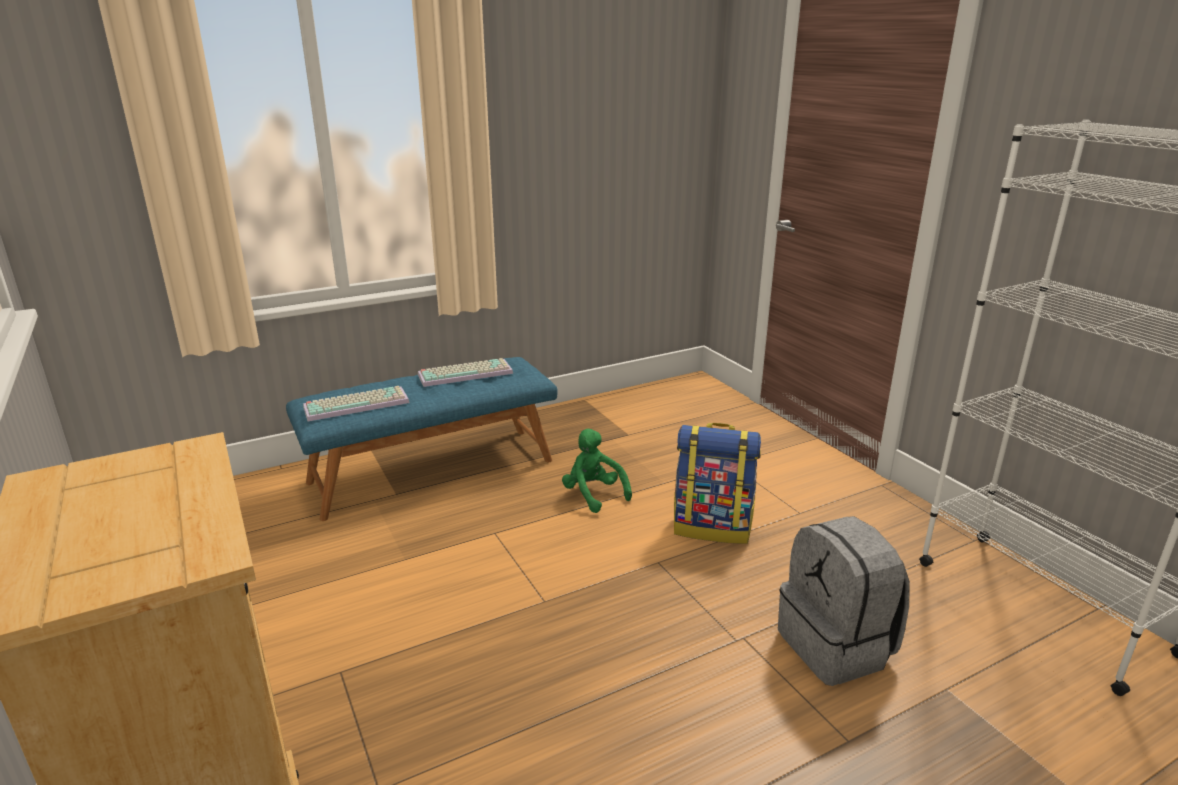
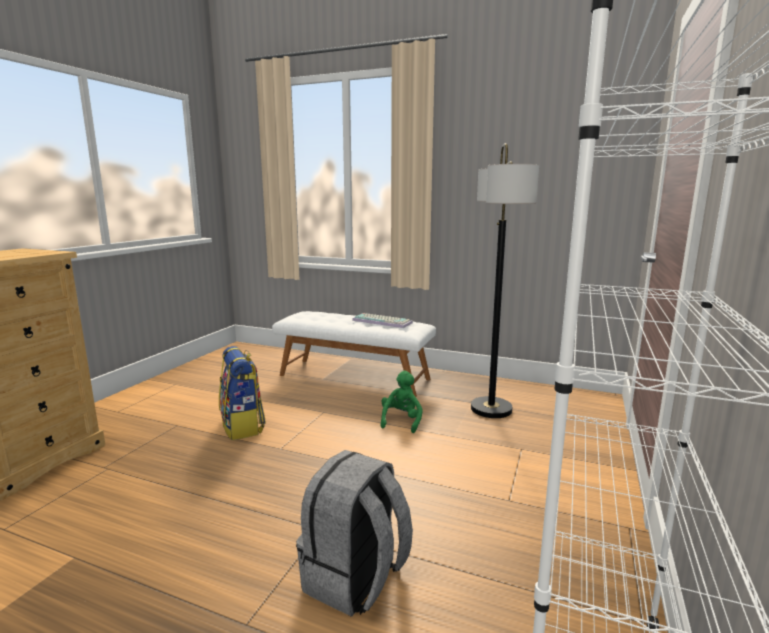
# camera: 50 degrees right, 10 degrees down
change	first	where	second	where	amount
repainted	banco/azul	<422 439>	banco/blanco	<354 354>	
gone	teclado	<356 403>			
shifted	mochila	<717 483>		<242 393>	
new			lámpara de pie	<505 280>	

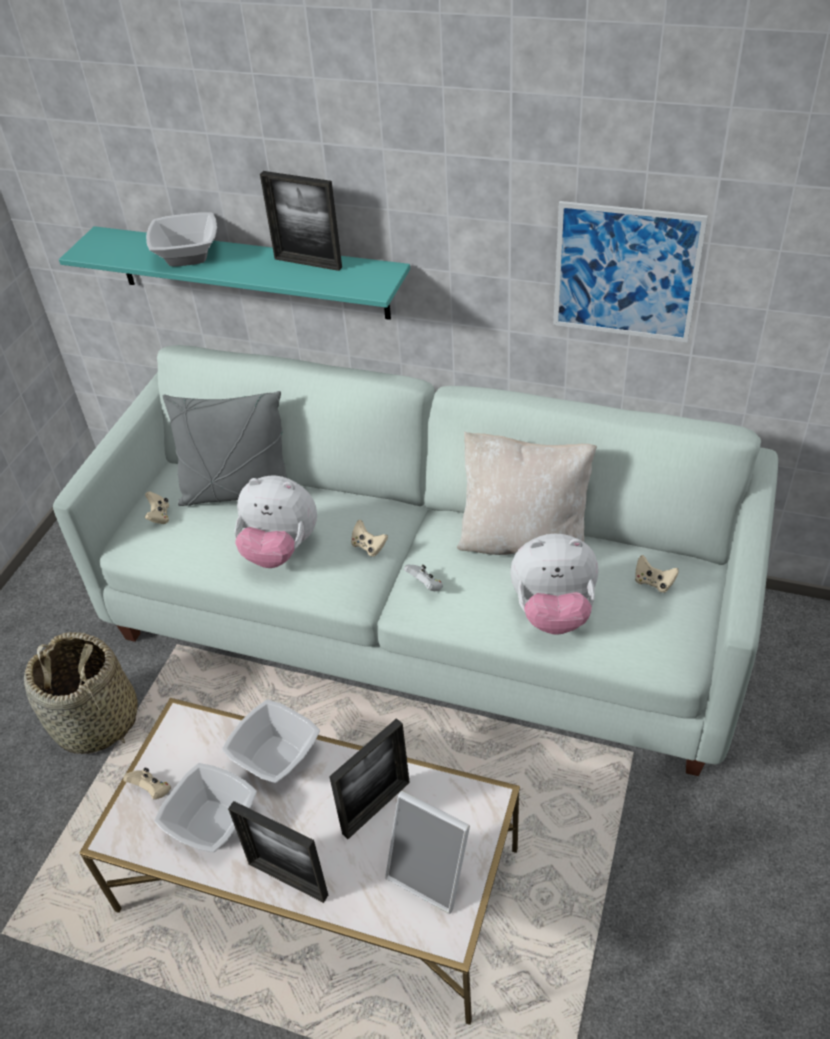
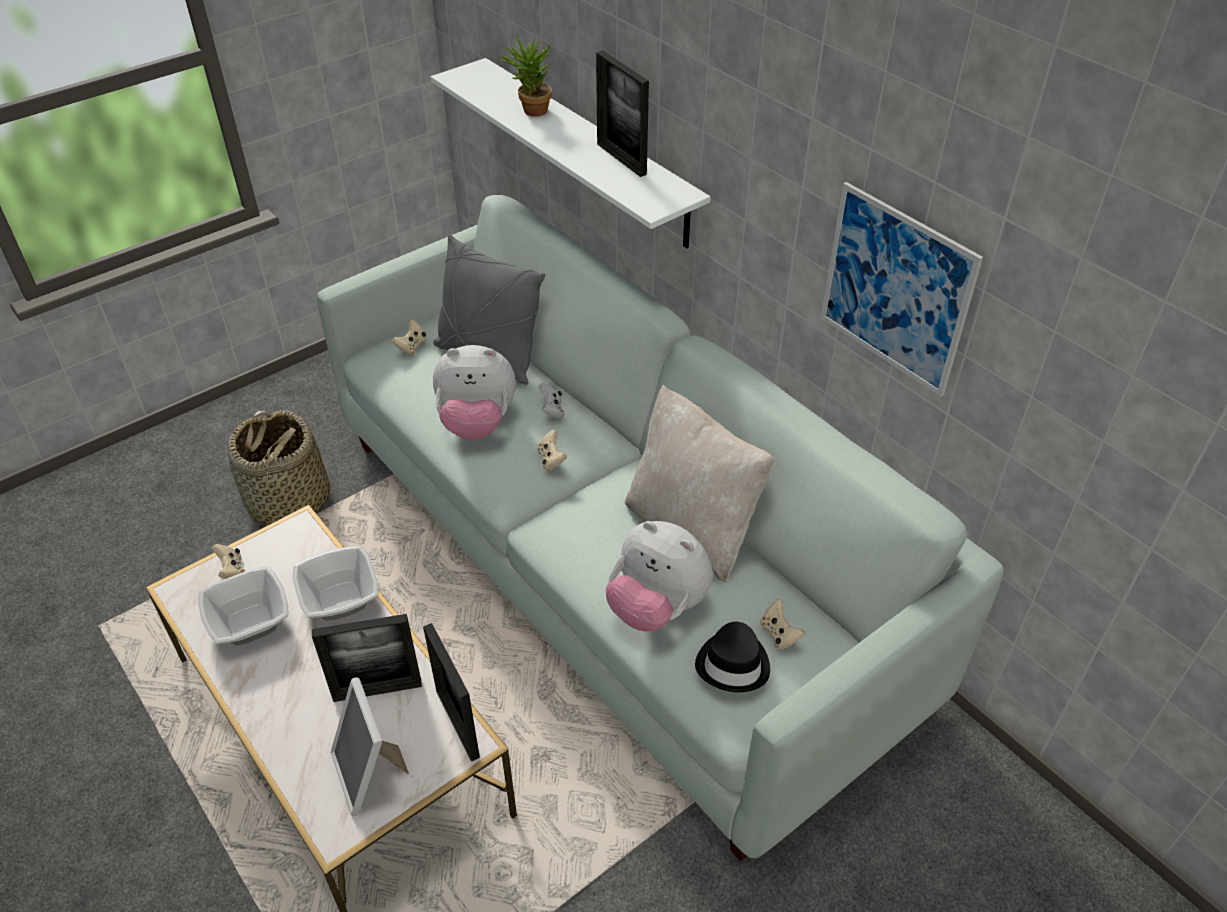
# camera: 30 degrees right, 0 degrees up
change	first	where	second	where	amount
swapped	cuenco	<181 239>	planta en maceta	<525 76>	
repainted	estante/turquesa	<234 273>	estante/blanco	<571 153>	
rotated	peluche	<275 522>		<474 392>	45 degrees counterclockwise
shifted	mando de consola/blanco	<423 578>		<551 401>	
shifted	portarretratos	<278 852>		<451 692>	
new			sombrero/negro	<732 657>	

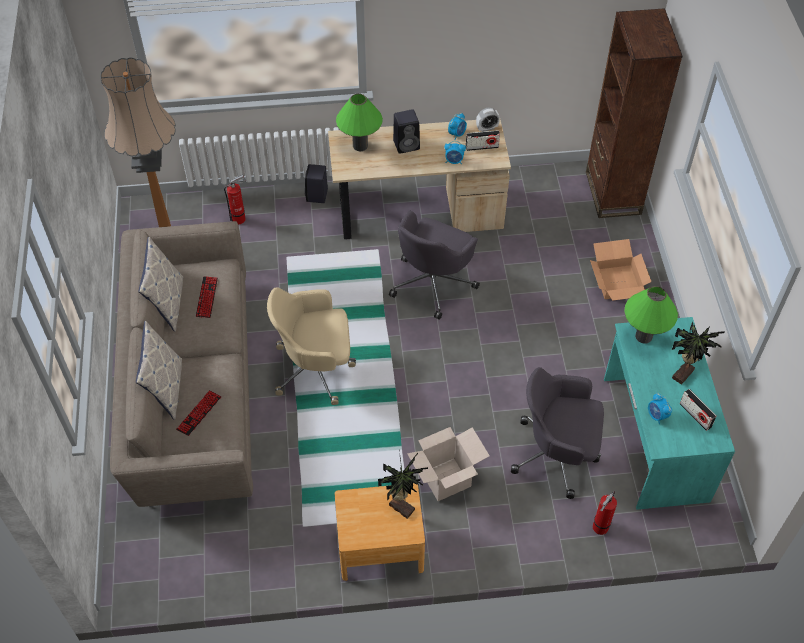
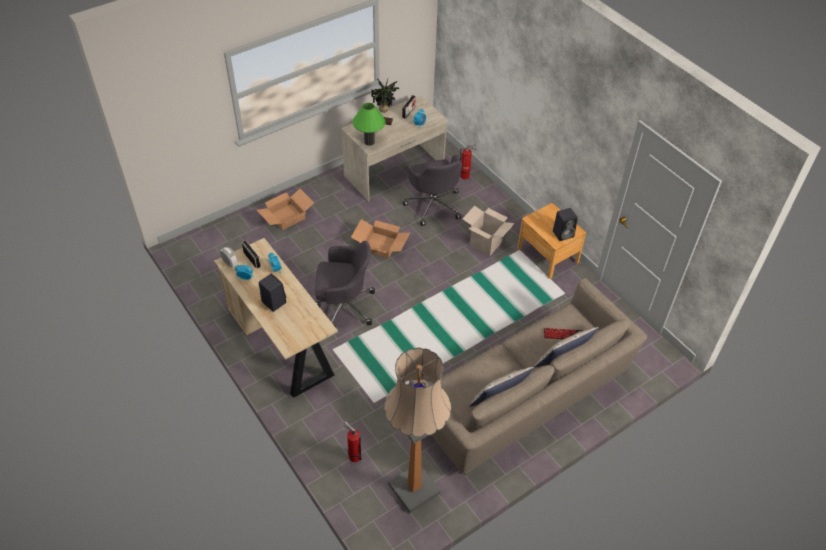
# camera: 120 degrees left, 5 degrees down
change	first	where	second	where	amount
gone	estantería/marrón	<634 113>			
gone	lámpara de mesa/verde	<359 122>			
shifted	altavoz/negro	<316 183>		<565 224>	
gone	teclado	<207 297>			
gone	silla de oficina/beis	<311 346>			
repainted	escritorio/turquesa	<669 413>	escritorio/beis	<394 148>	
gone	planta en maceta	<403 484>			
new			caja de cartón	<380 238>	

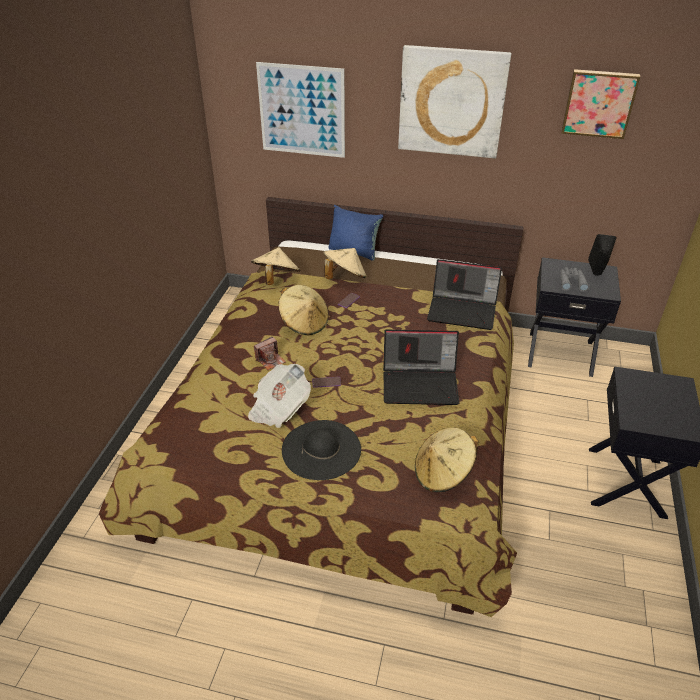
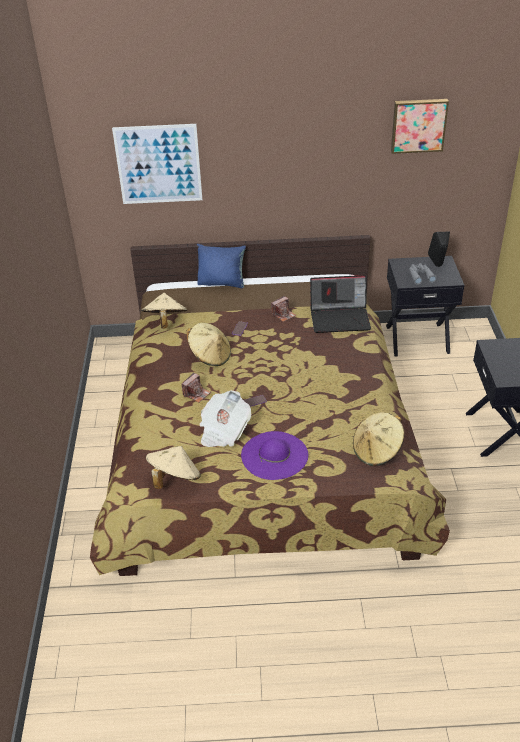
# camera: 15 degrees left, 0 degrees up
change	first	where	second	where	amount
gone	cuadro	<454 102>			
shifted	sombrero/beis	<345 263>		<173 467>	
gone	portátil	<421 367>			
repainted	sombrero/negro	<321 450>	sombrero/morado	<274 455>	
new			cámara	<283 309>	

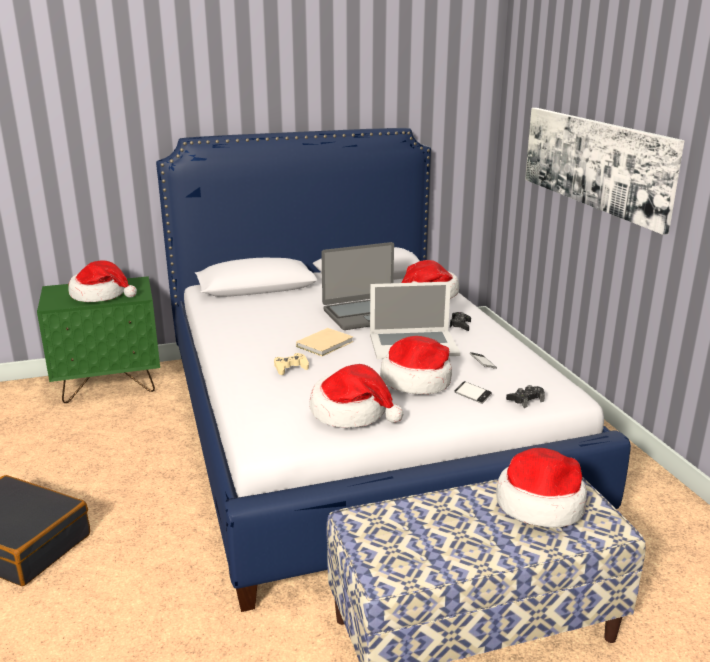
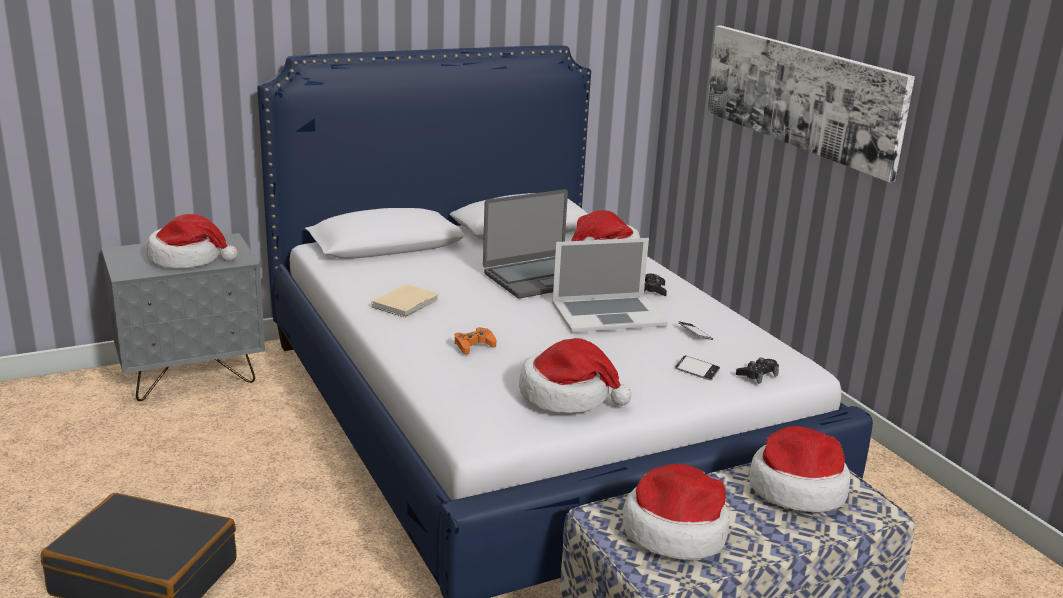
# camera: 10 degrees left, 0 degrees up
change	first	where	second	where	amount
repainted	mesita de noche/verde	<98 339>	mesita de noche/gris	<183 317>	
shifted	libro/beis	<324 342>		<405 301>	
shifted	sombrero	<416 365>		<676 512>	
repainted	mando de consola/beis	<291 364>	mando de consola/naranja	<475 341>	

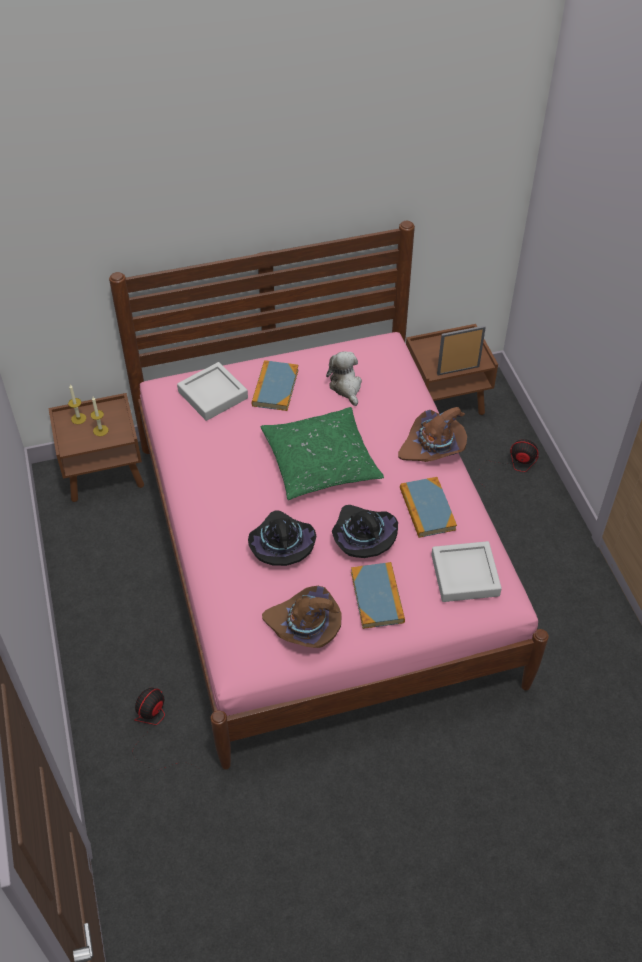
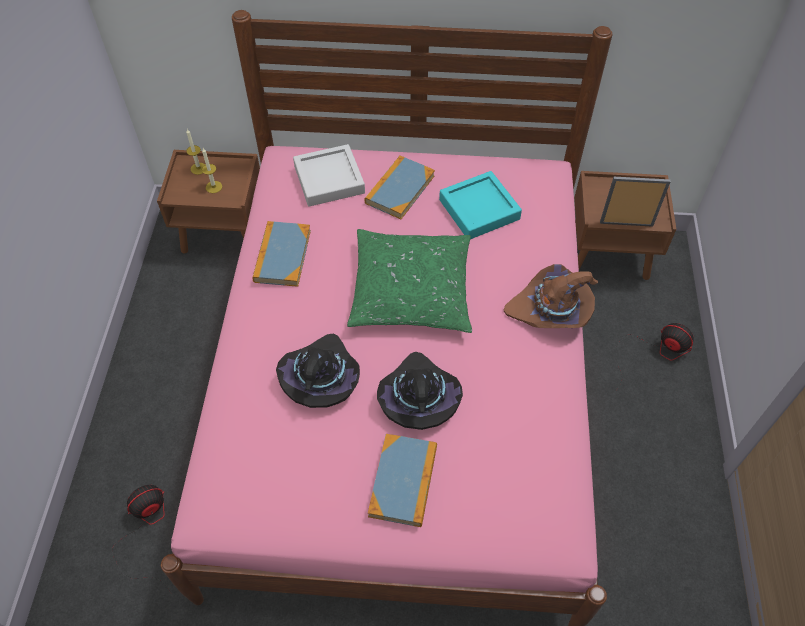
# camera: 20 degrees right, 5 degrees up
change	first	where	second	where	amount
swapped	peluche	<344 378>	bandeja/turquesa	<480 205>	
shifted	libro	<428 507>		<281 254>	
gone	bandeja/gris	<466 571>			
gone	sombrero/marrón	<302 617>			

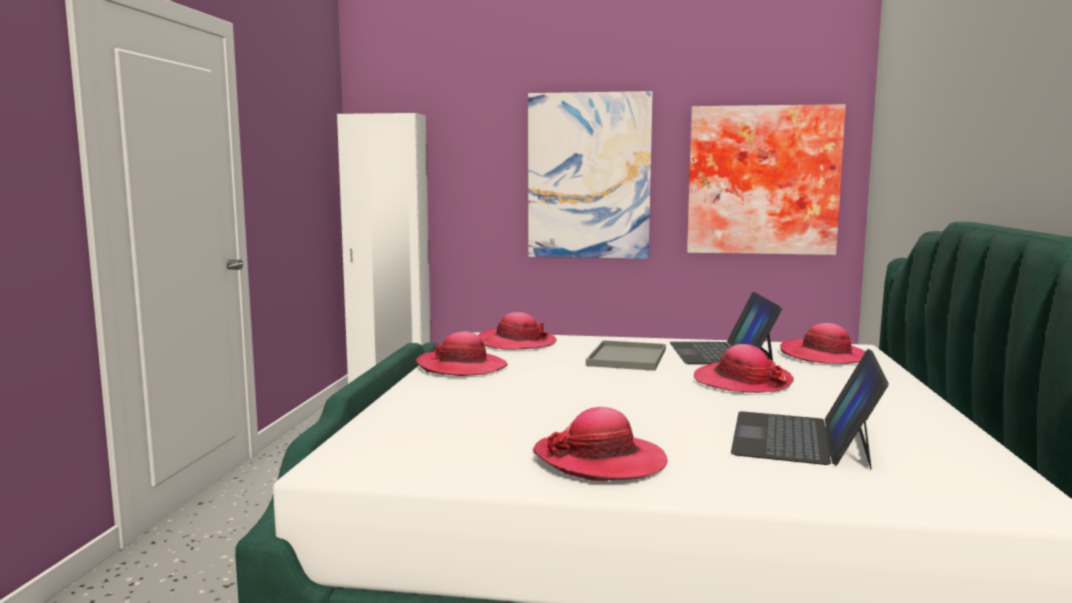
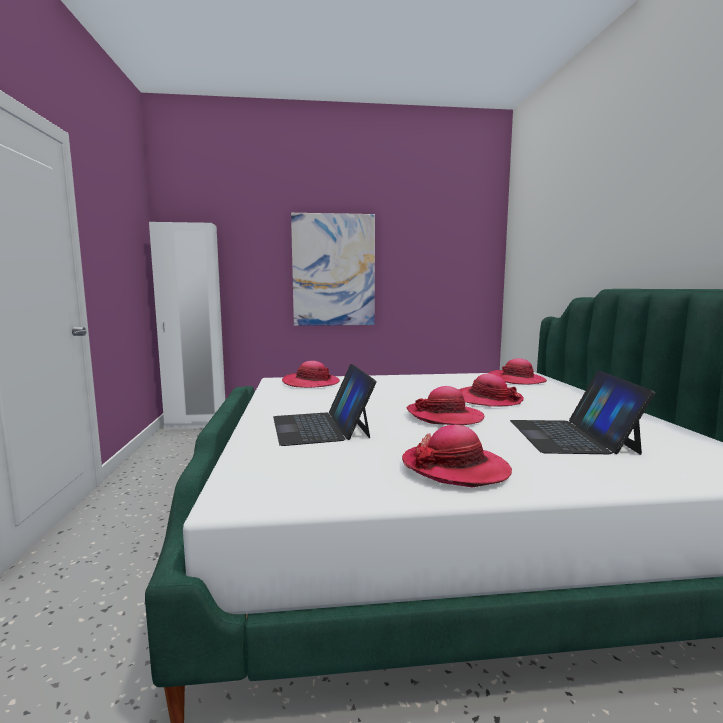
# camera: 15 degrees left, 0 degrees up
change	first	where	second	where	amount
gone	cuadro	<766 179>			
shifted	portátil	<725 328>		<325 405>	
shifted	sombrero	<462 353>		<445 405>	
gone	bandeja/gris	<626 355>			

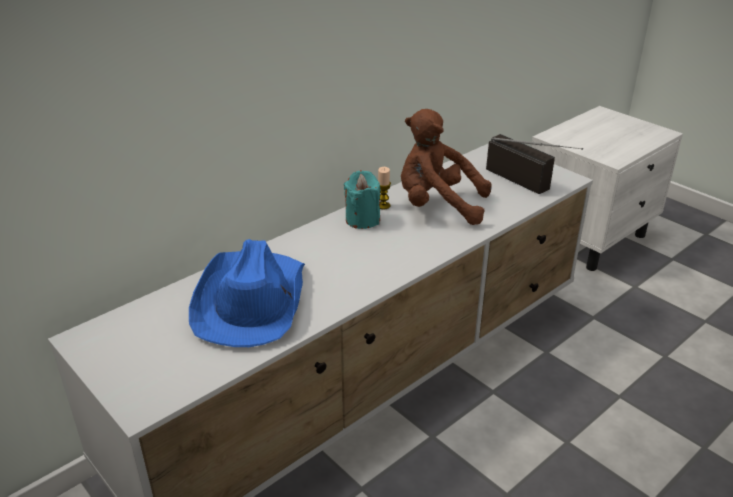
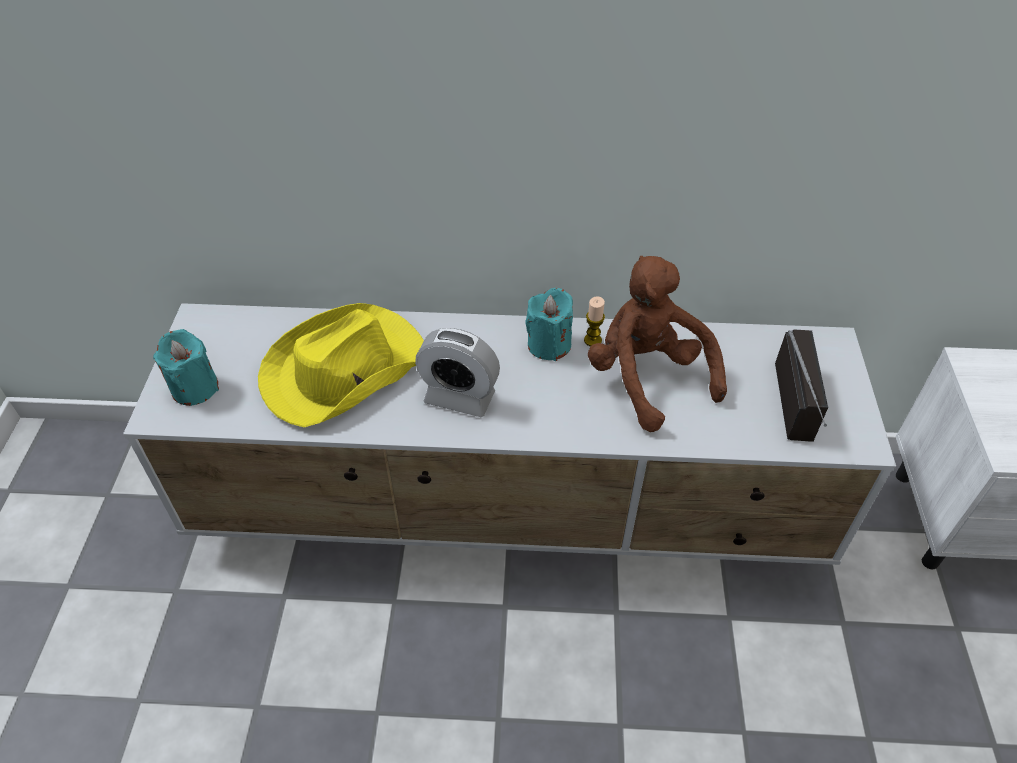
# camera: 45 degrees right, 15 degrees up
change	first	where	second	where	amount
repainted	sombrero/azul	<247 293>	sombrero/amarillo	<341 365>	
new			despertador	<457 372>	
new			vela/turquesa	<186 367>	

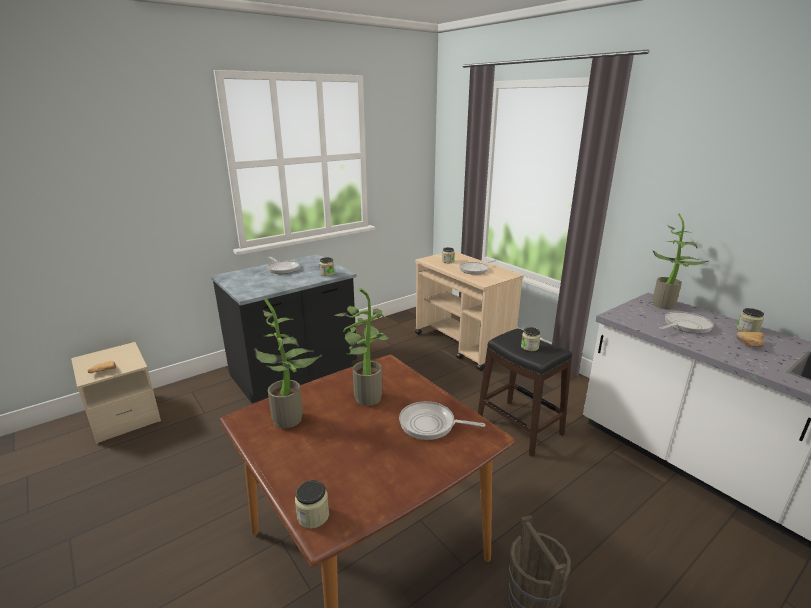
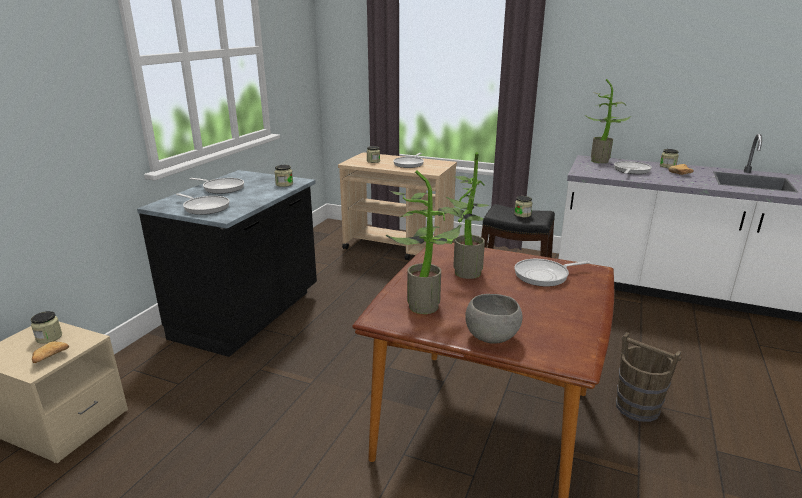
# camera: 30 degrees left, 0 degrees up
change	first	where	second	where	amount
shifted	tarro	<312 504>		<46 327>	
new			sartén	<203 204>	
new			cuenco/gris	<494 318>	

